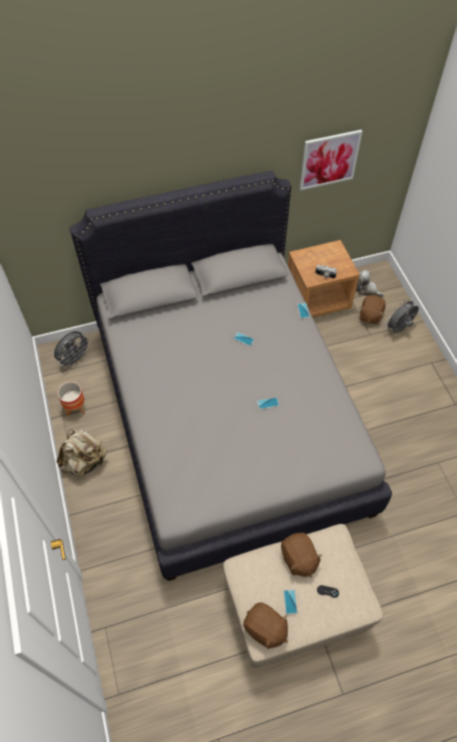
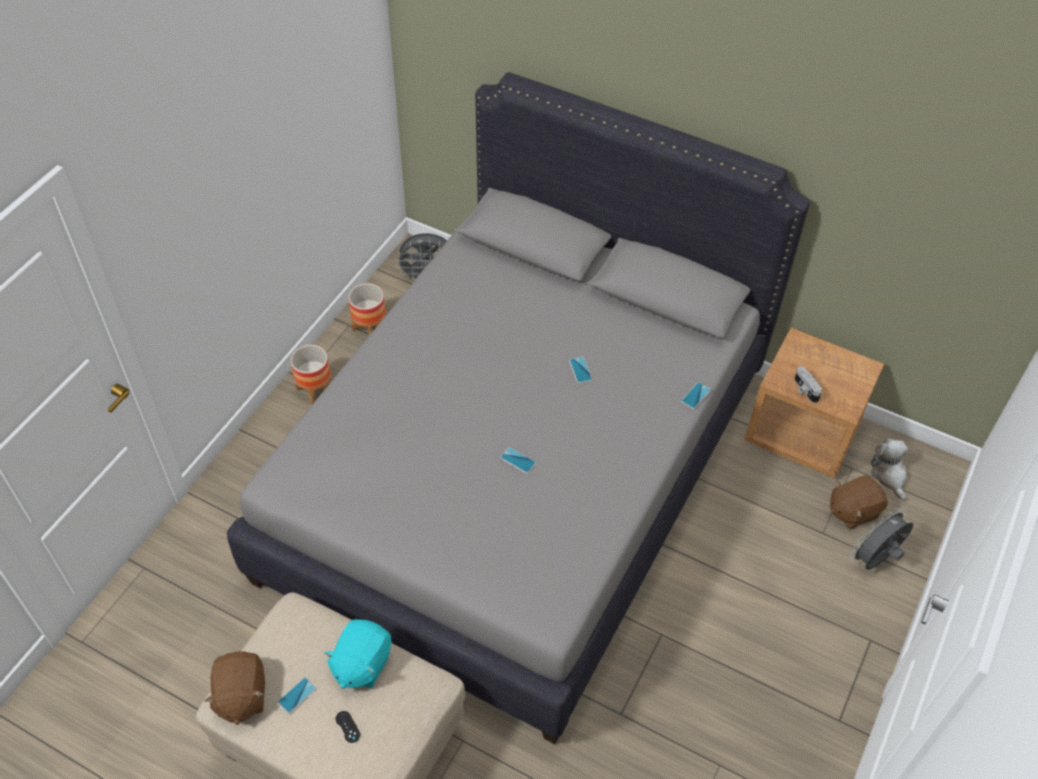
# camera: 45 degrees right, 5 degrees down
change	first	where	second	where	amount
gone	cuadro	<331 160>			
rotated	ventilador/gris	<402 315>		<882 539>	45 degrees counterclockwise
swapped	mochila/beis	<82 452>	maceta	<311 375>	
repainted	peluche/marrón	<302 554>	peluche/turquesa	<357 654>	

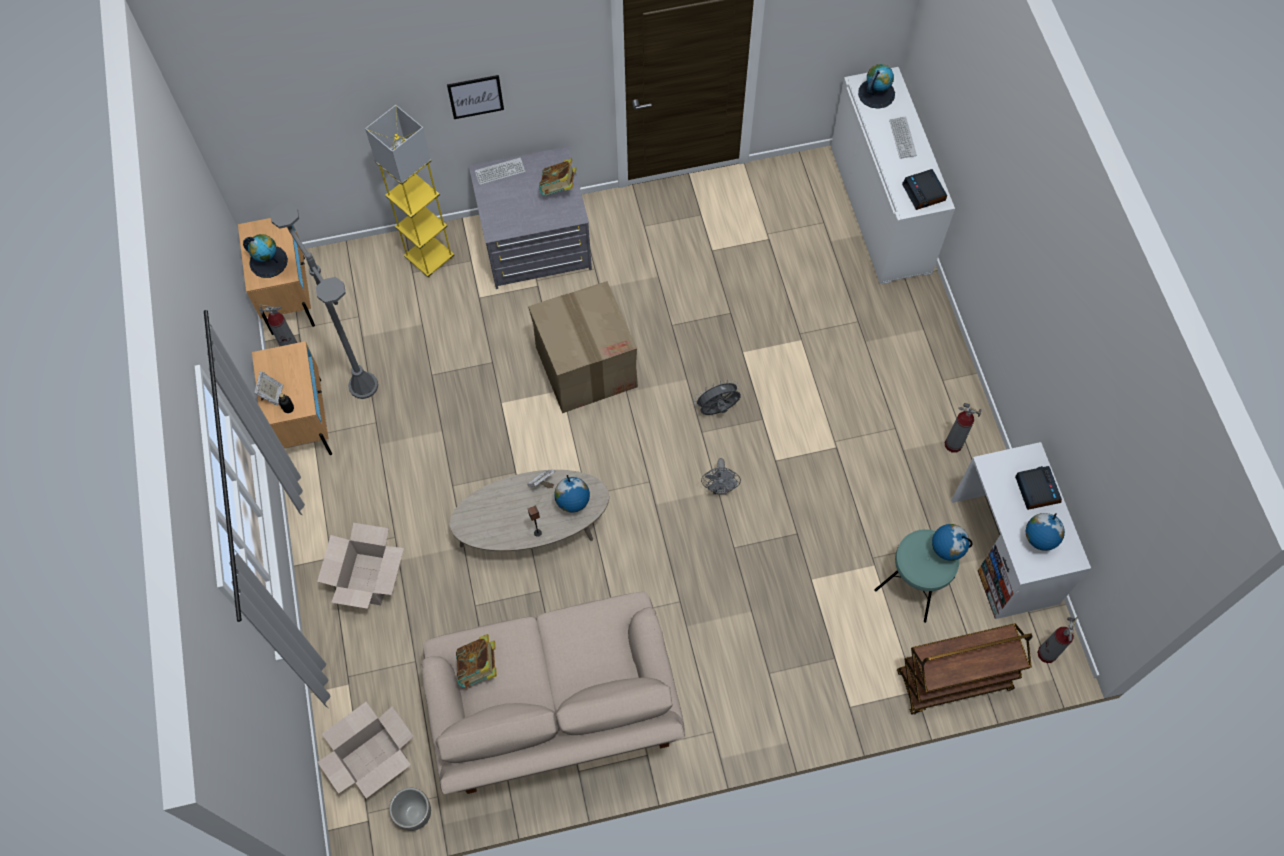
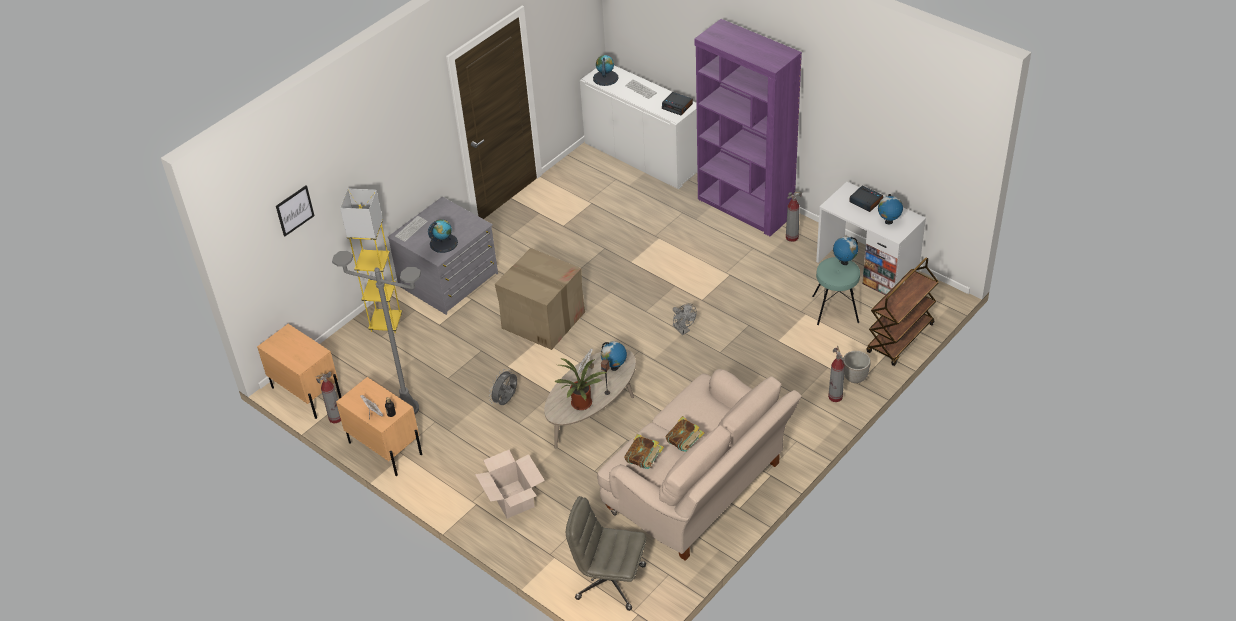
# camera: 35 degrees left, 20 degrees down
change	first	where	second	where	amount
shifted	cuadro	<475 97>		<295 211>	
shifted	libro	<558 177>		<685 434>	
shifted	globo terráqueo	<265 256>		<443 236>	
shifted	ventilador/gris	<717 397>		<503 387>	
shifted	extintor	<1057 640>		<836 374>	
swapped	caja de cartón	<365 750>	silla de oficina/gris	<606 553>	
shifted	maceta	<410 809>		<857 367>	
new			estantería/morado	<748 128>	
new			planta en maceta	<581 384>	

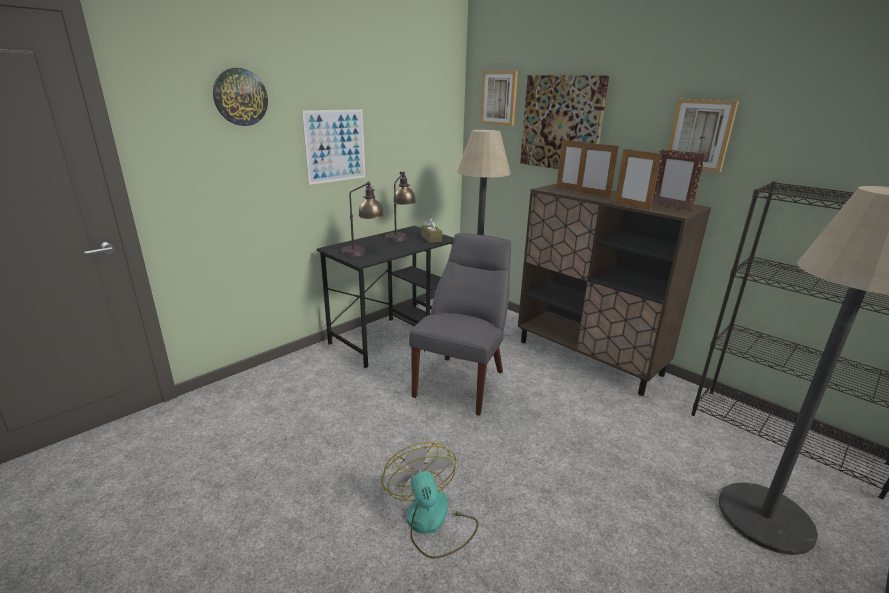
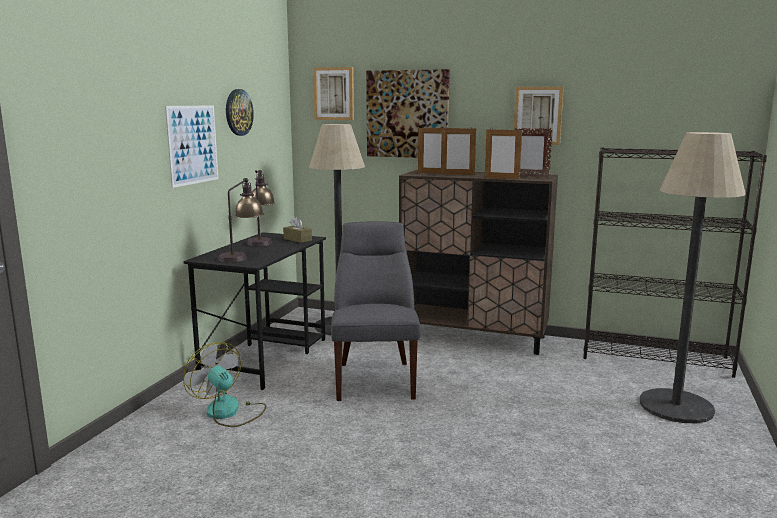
# camera: 25 degrees left, 10 degrees down
change	first	where	second	where	amount
shifted	reloj de pared	<240 97>		<240 112>	
shifted	ventilador	<430 500>		<224 384>	

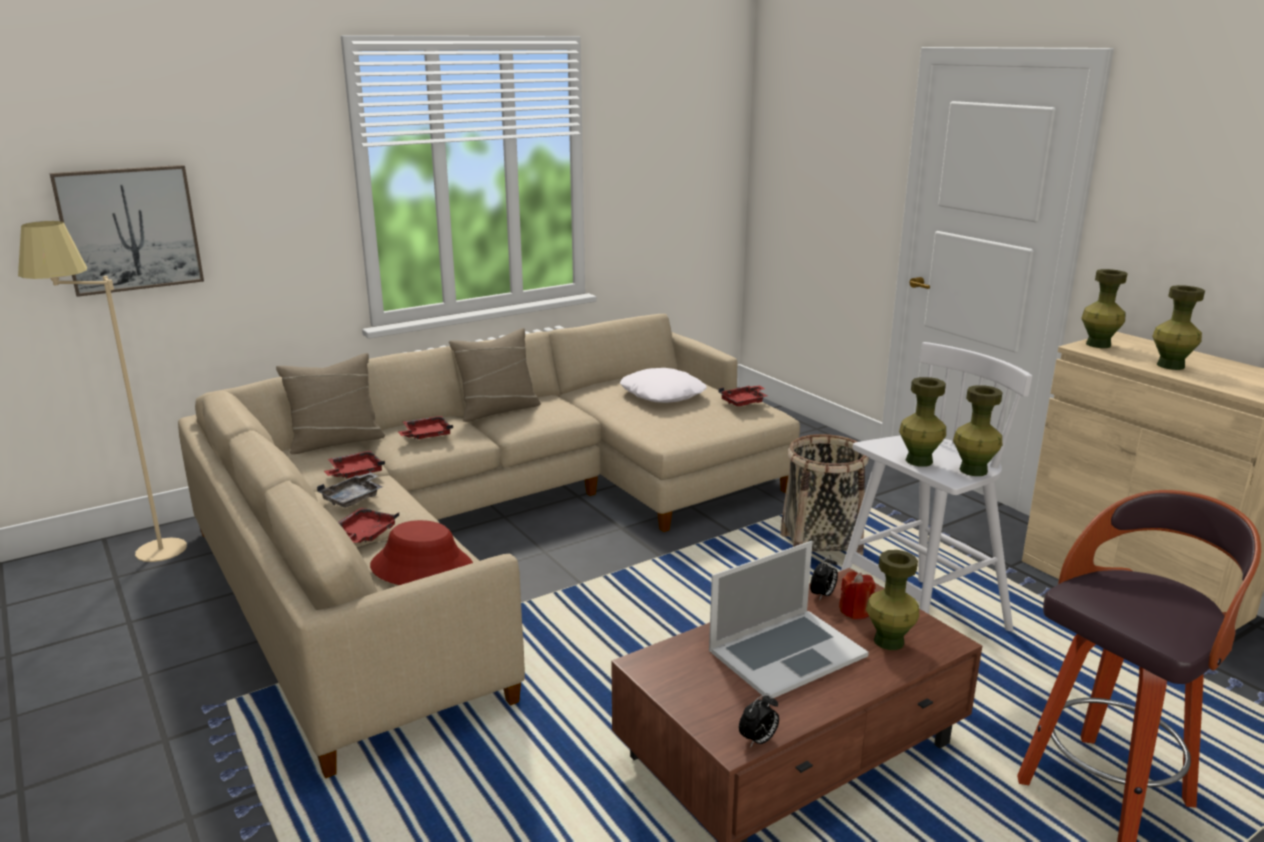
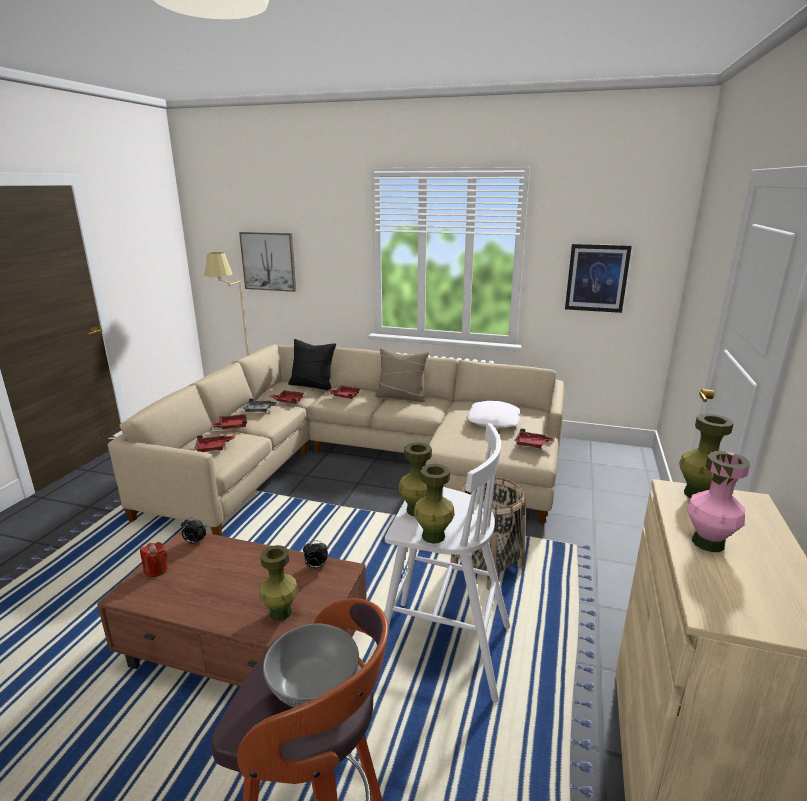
# camera: 50 degrees right, 0 degrees up
change	first	where	second	where	amount
repainted	florero/verde	<1178 327>	florero/rosa	<718 501>	
repainted	cojín/beis	<330 403>	cojín/negro	<312 365>	
swapped	sombrero/rojo	<421 552>	bandeja/rojo	<214 443>	
gone	portátil	<789 619>			
shifted	vela/rojo	<857 595>		<154 559>	
shifted	despertador	<759 720>		<193 530>	
new			cuadro	<598 278>	
new			cuenco/gris	<311 666>	

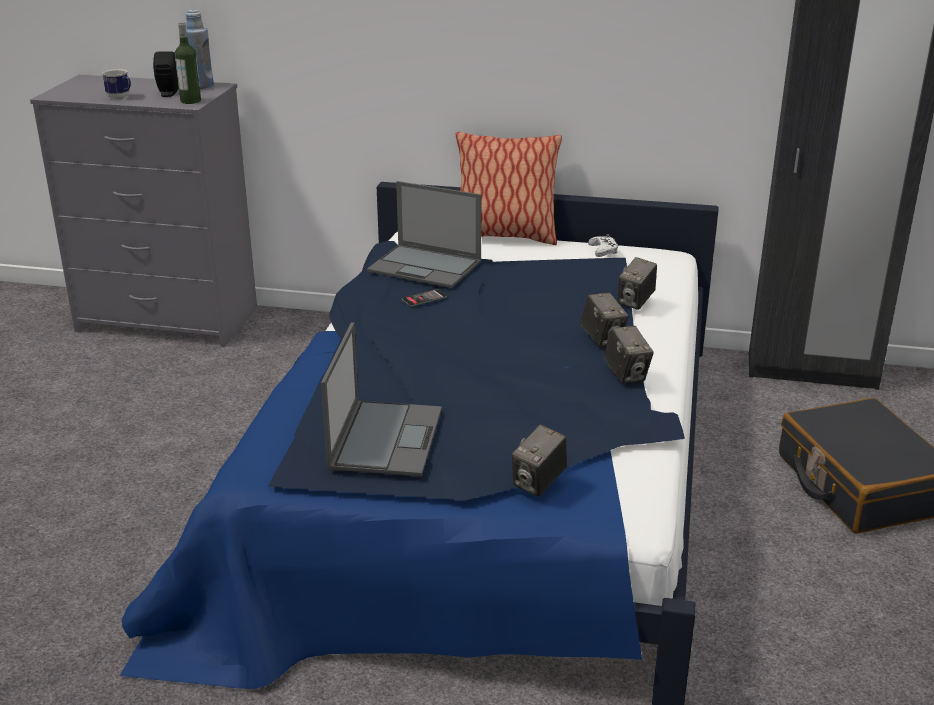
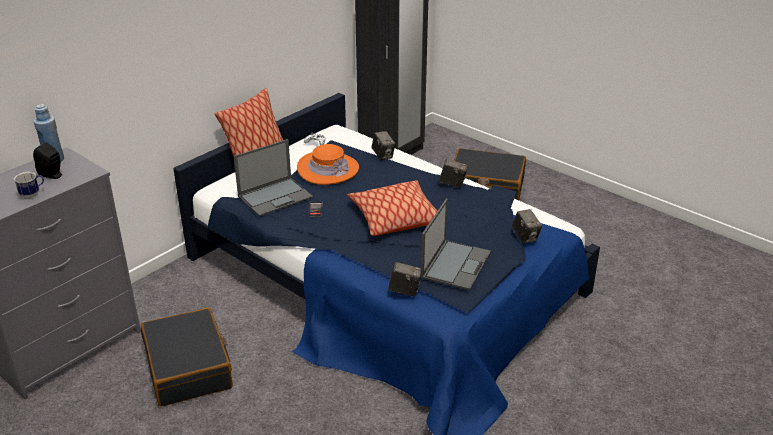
# camera: 60 degrees left, 5 degrees up
change	first	where	second	where	amount
gone	botella	<188 63>			
shifted	cámara	<604 320>		<404 279>	
rotated	portátil	<381 399>		<456 244>	75 degrees clockwise
new			sombrero/naranja	<328 164>	
new			cojín	<393 208>	
new			maleta/negro	<187 357>	

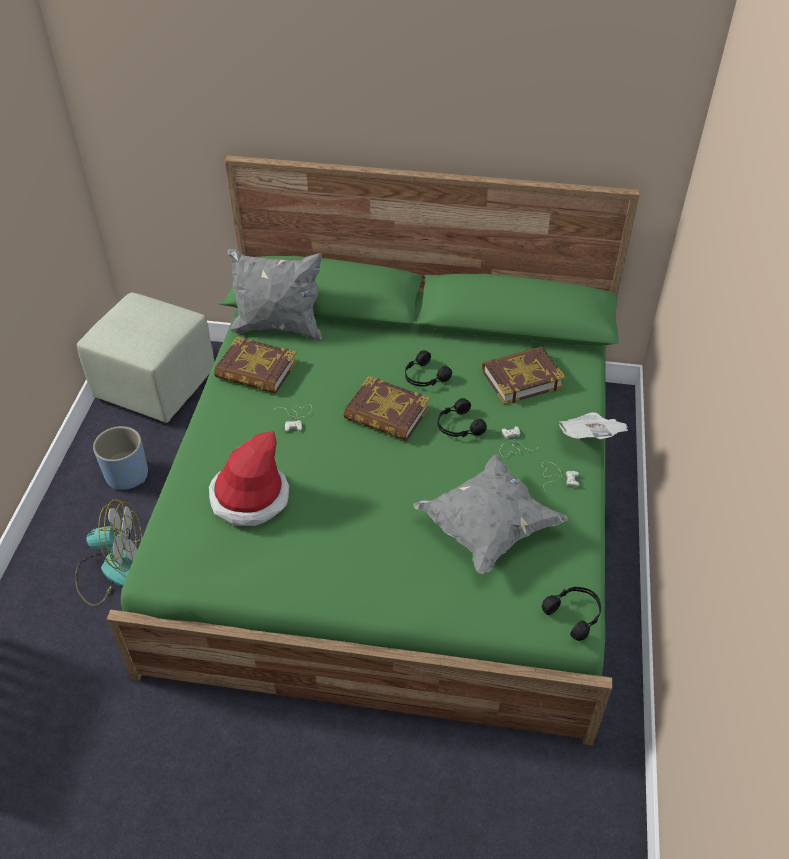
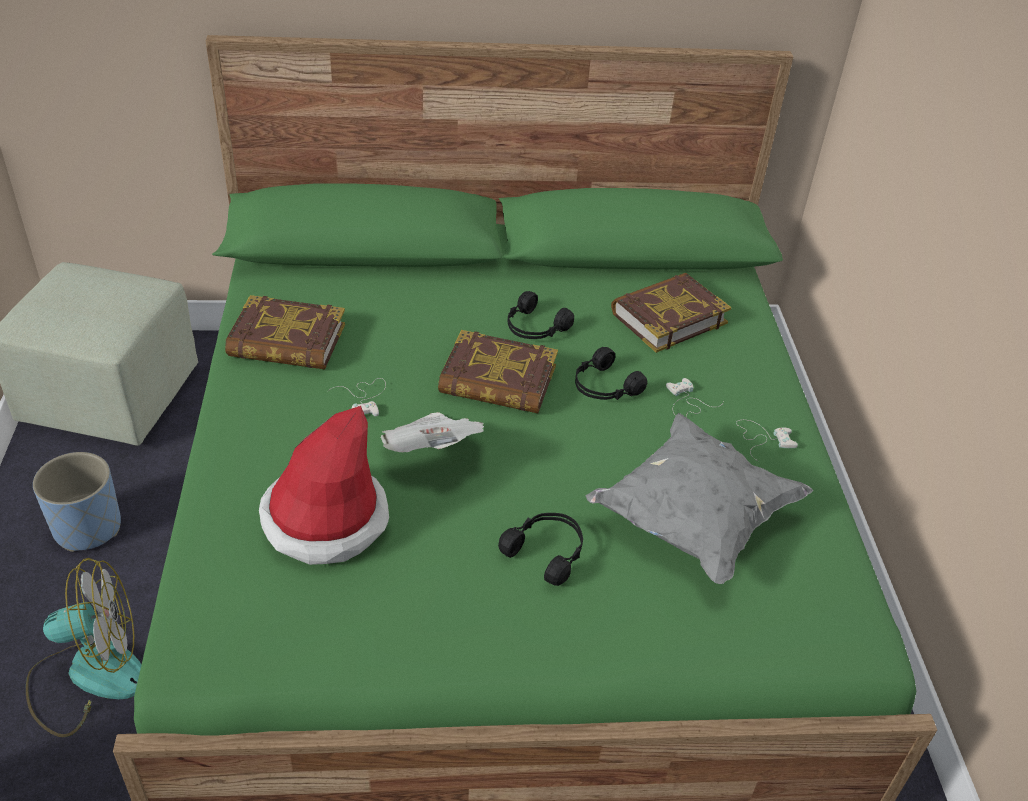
# camera: 15 degrees left, 5 degrees down
change	first	where	second	where	amount
gone	cojín/gris	<274 294>			
shifted	periódico	<593 425>		<432 432>	
shifted	auriculares/negro	<571 614>		<540 549>	

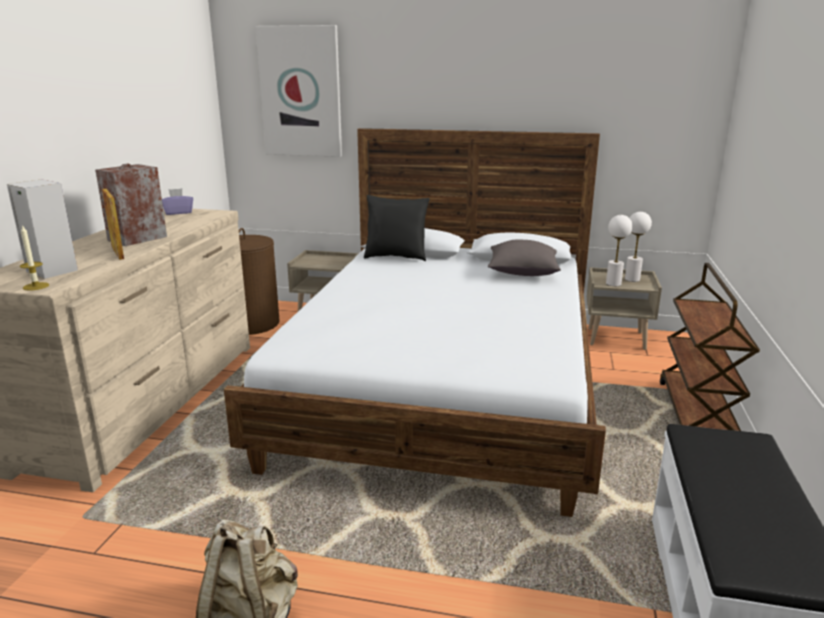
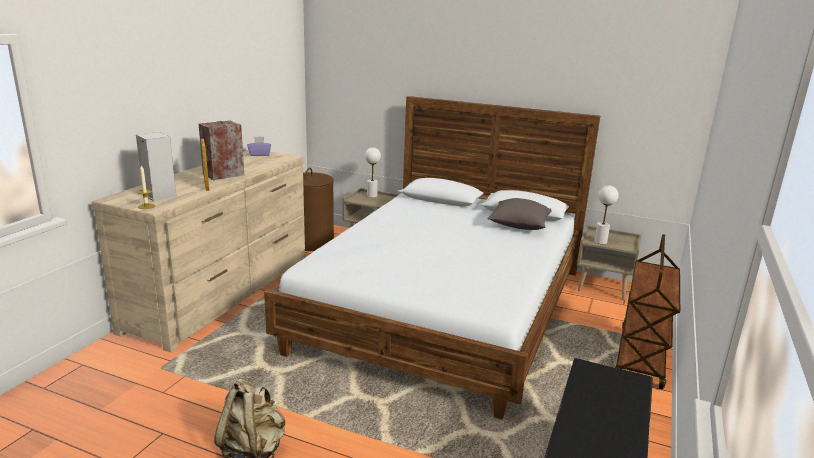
# camera: 10 degrees right, 0 degrees up
change	first	where	second	where	amount
gone	cuadro	<298 91>			
gone	cojín/negro	<397 228>			
shifted	lámpara de mesa/blanco	<638 247>		<373 172>	

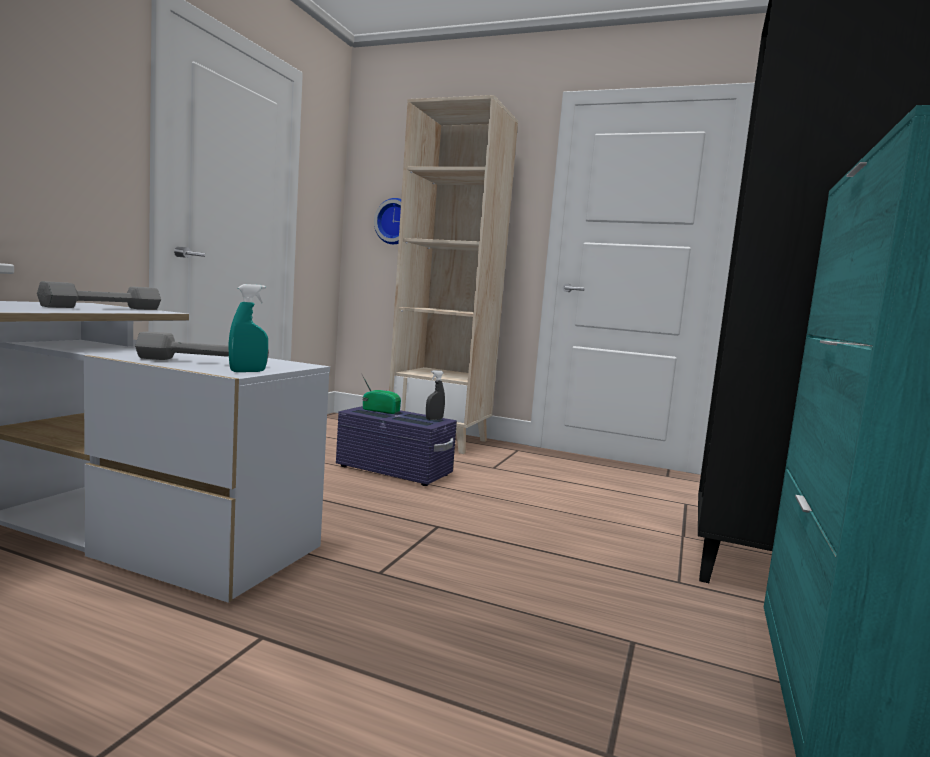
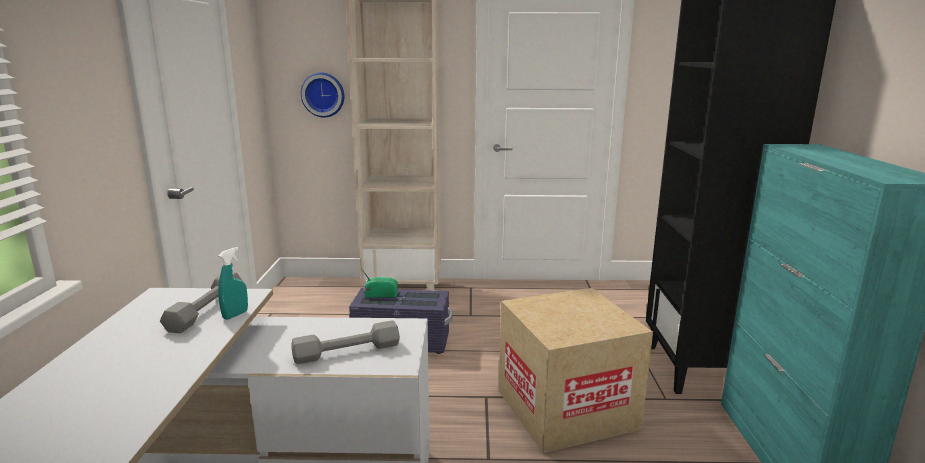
# camera: 20 degrees left, 10 degrees up
change	first	where	second	where	amount
shifted	pulverizador/turquesa	<248 328>		<233 283>	
gone	pulverizador/gris	<435 395>			
new			caja de cartón	<576 371>	

